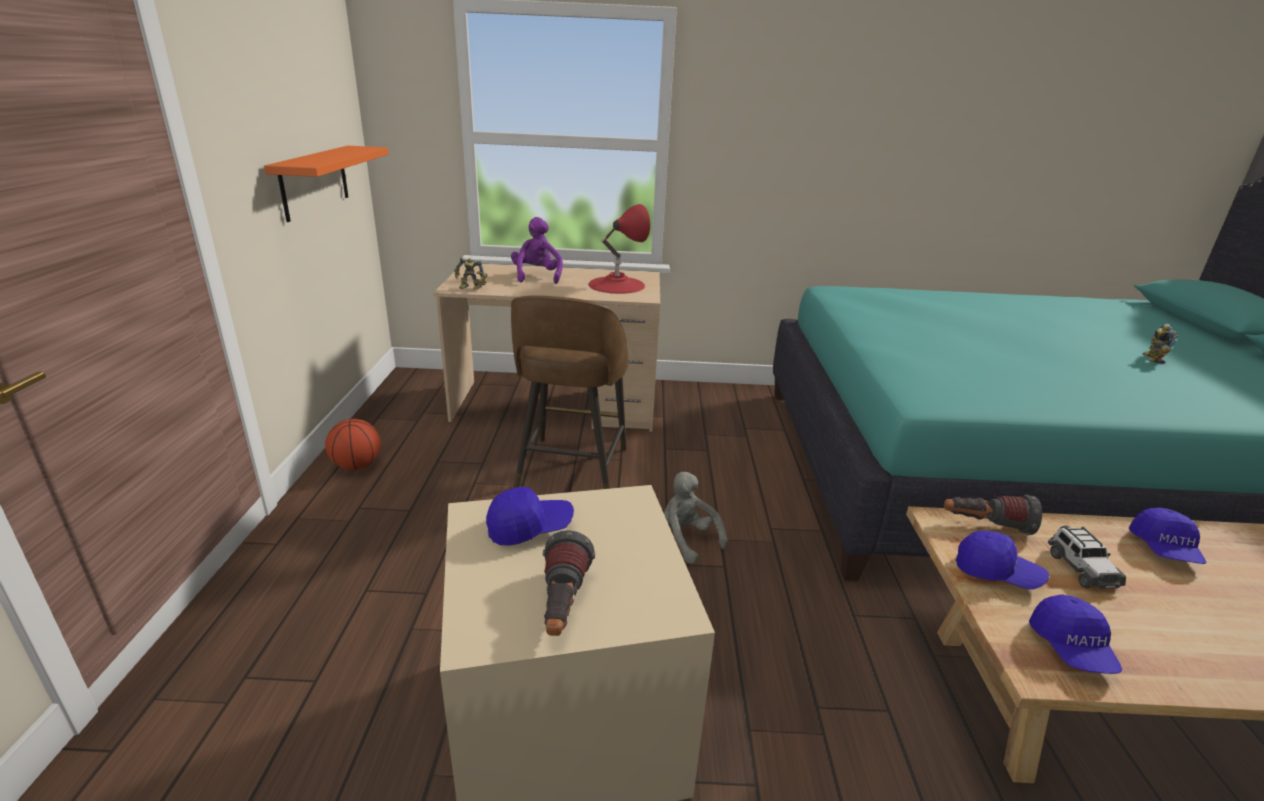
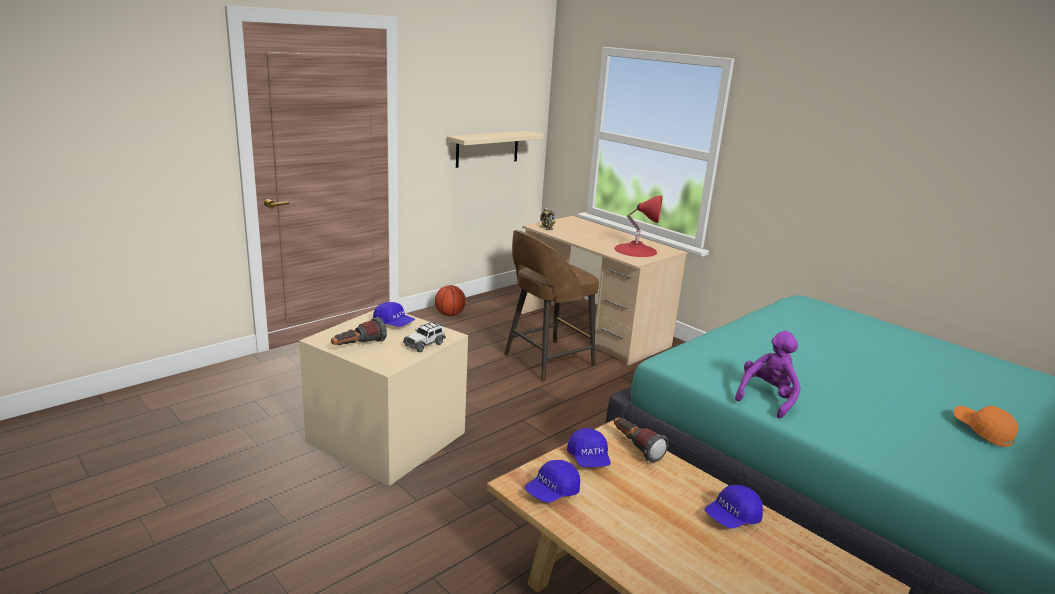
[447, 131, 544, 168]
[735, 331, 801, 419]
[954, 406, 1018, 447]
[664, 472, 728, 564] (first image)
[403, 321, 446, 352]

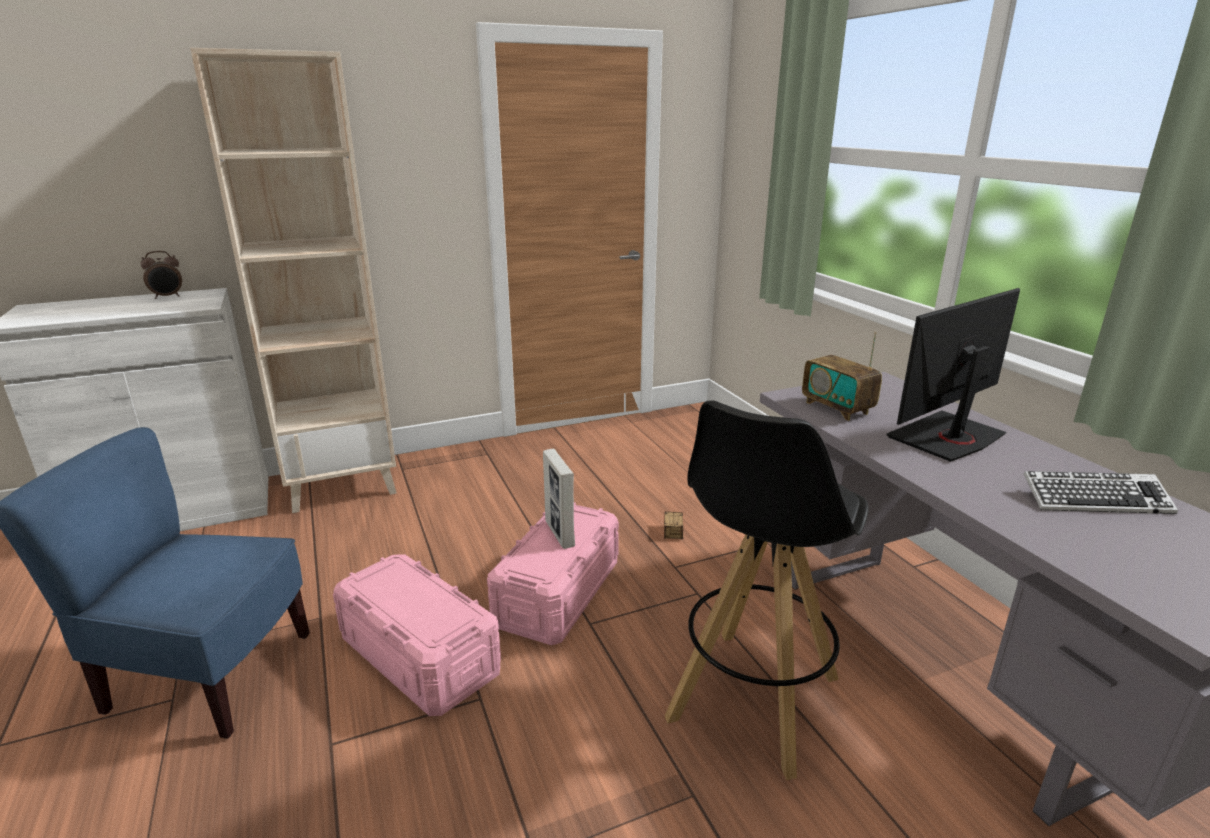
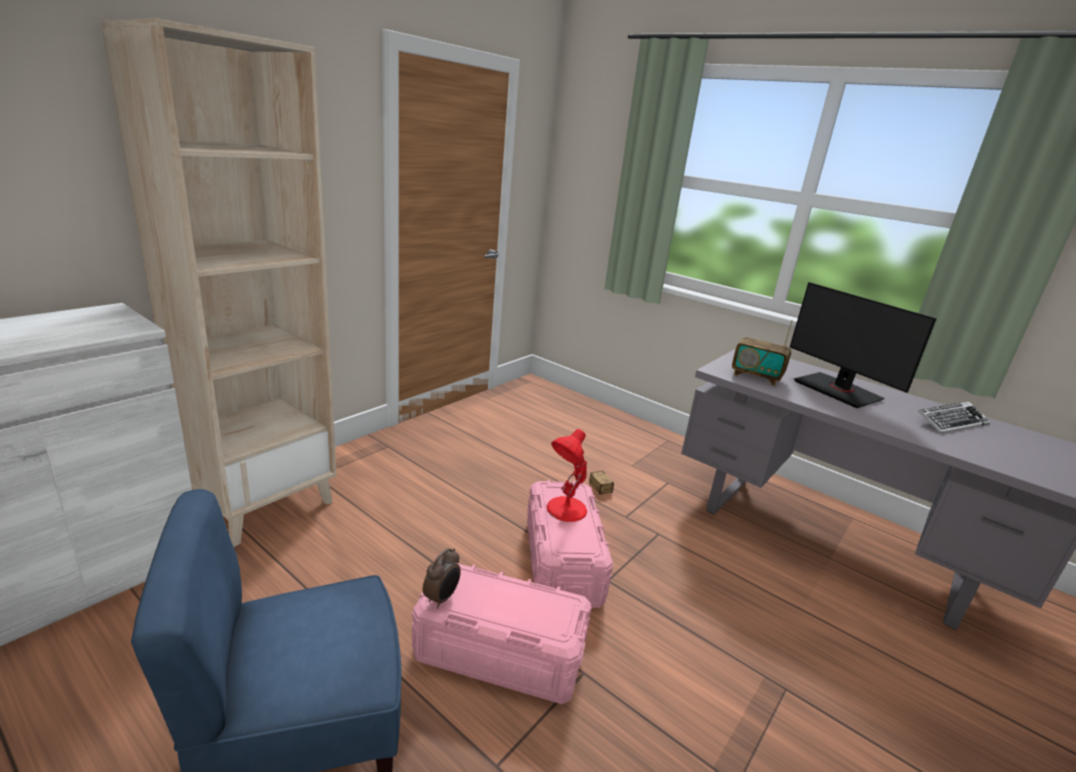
[423, 548, 461, 609]
[790, 282, 937, 408]
[665, 400, 869, 780] (first image)
[546, 429, 587, 522]

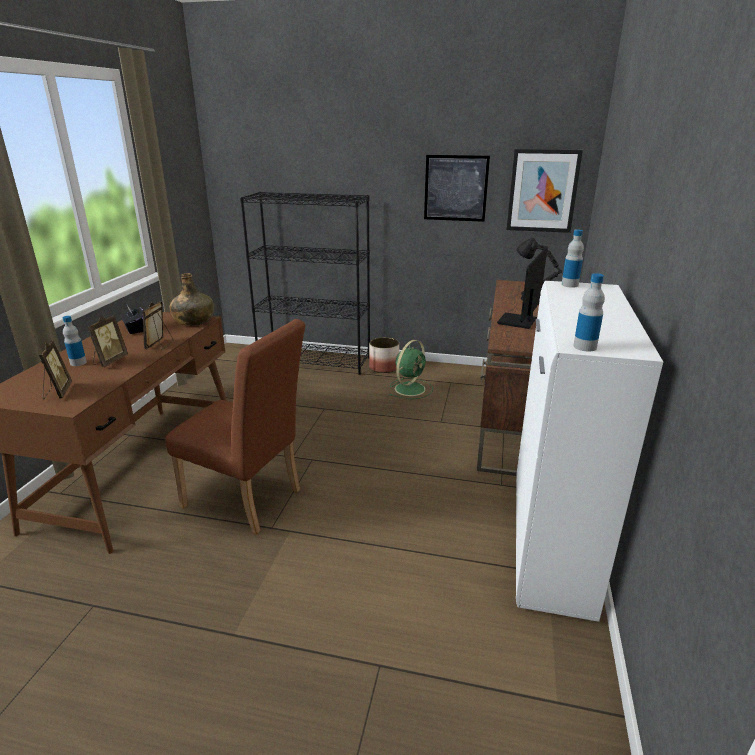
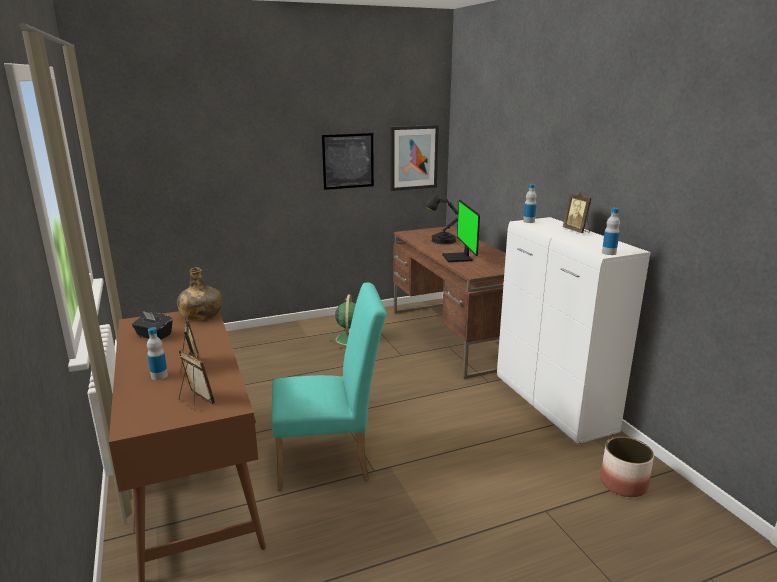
[240, 192, 370, 375] (first image)
[563, 192, 592, 233]
[271, 283, 387, 491]
[600, 437, 654, 497]

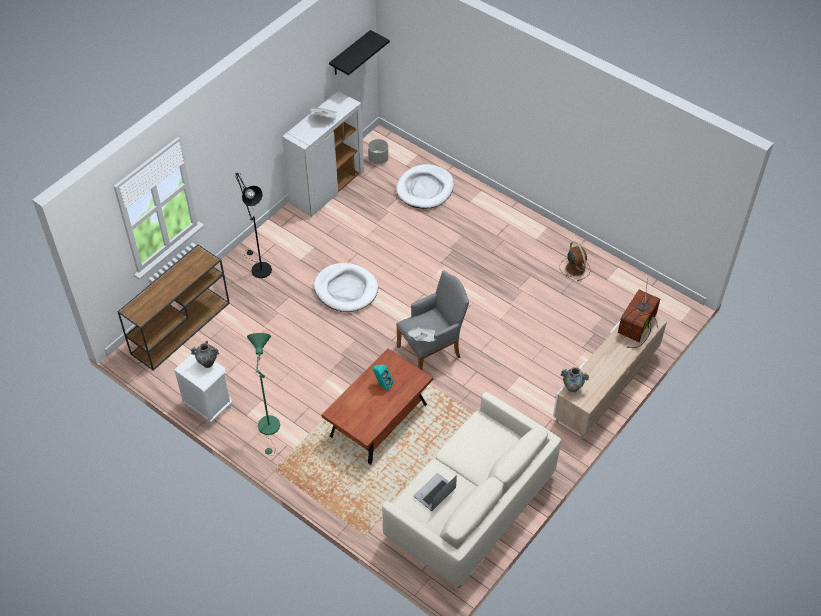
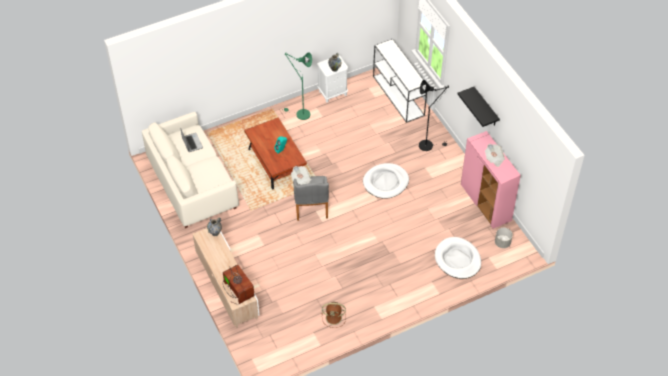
[457, 87, 500, 127]
[461, 131, 521, 229]
[373, 39, 427, 123]

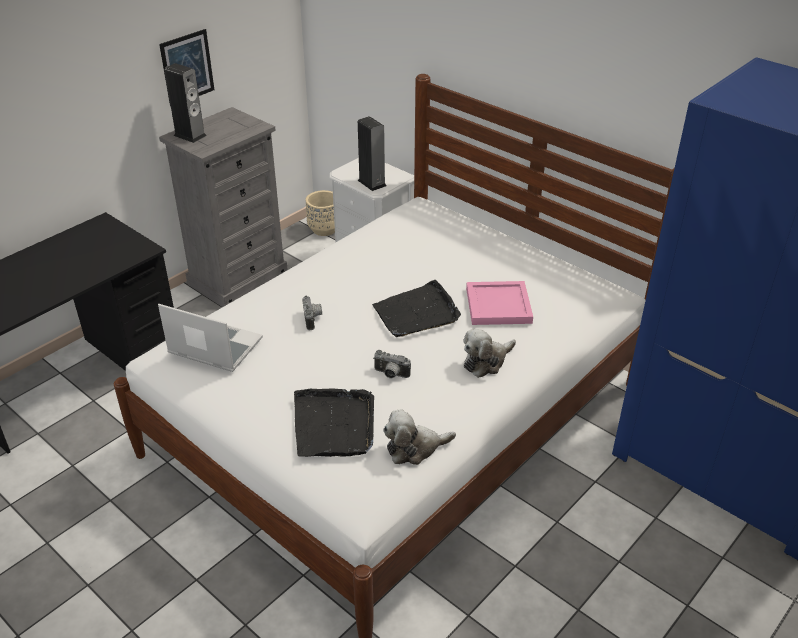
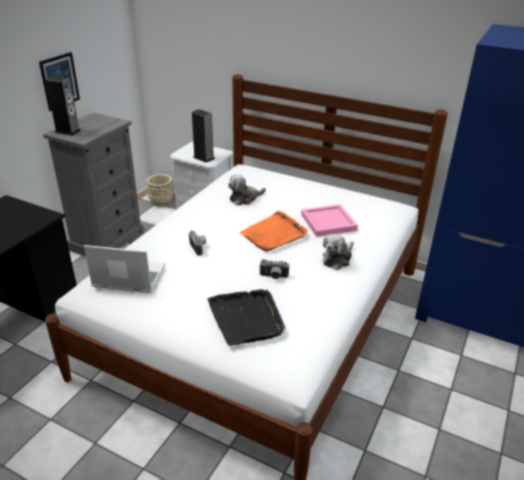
[239, 211, 307, 252]
[228, 174, 266, 205]

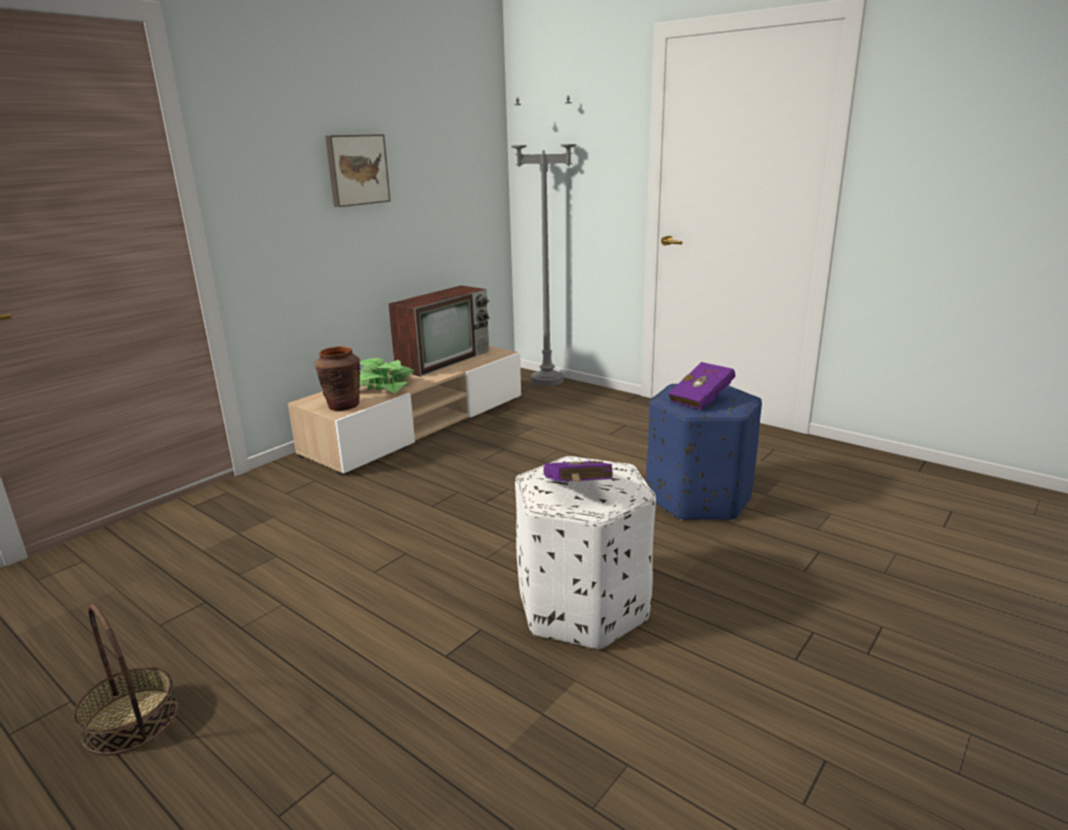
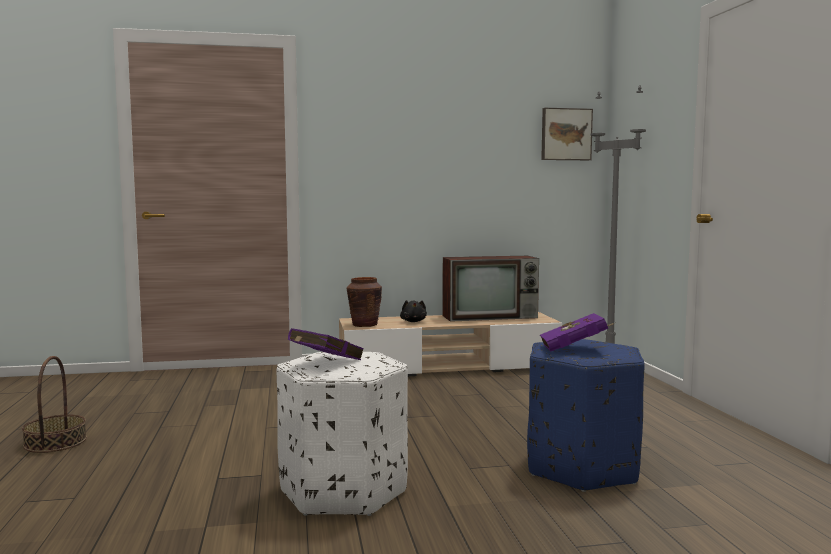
[541, 108, 593, 160]
[400, 300, 427, 322]

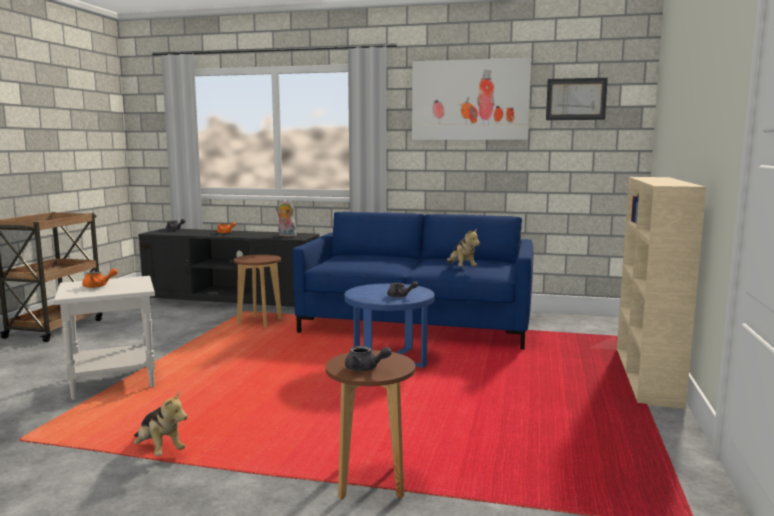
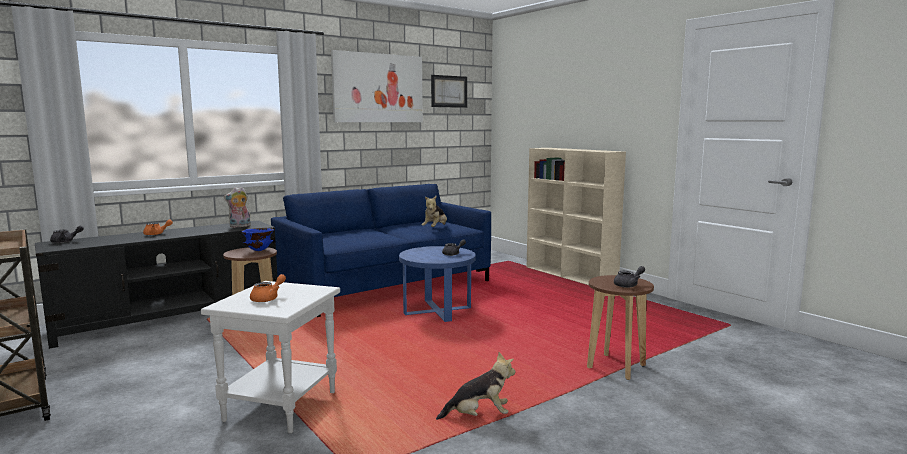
[421, 196, 447, 227]
[242, 228, 274, 251]

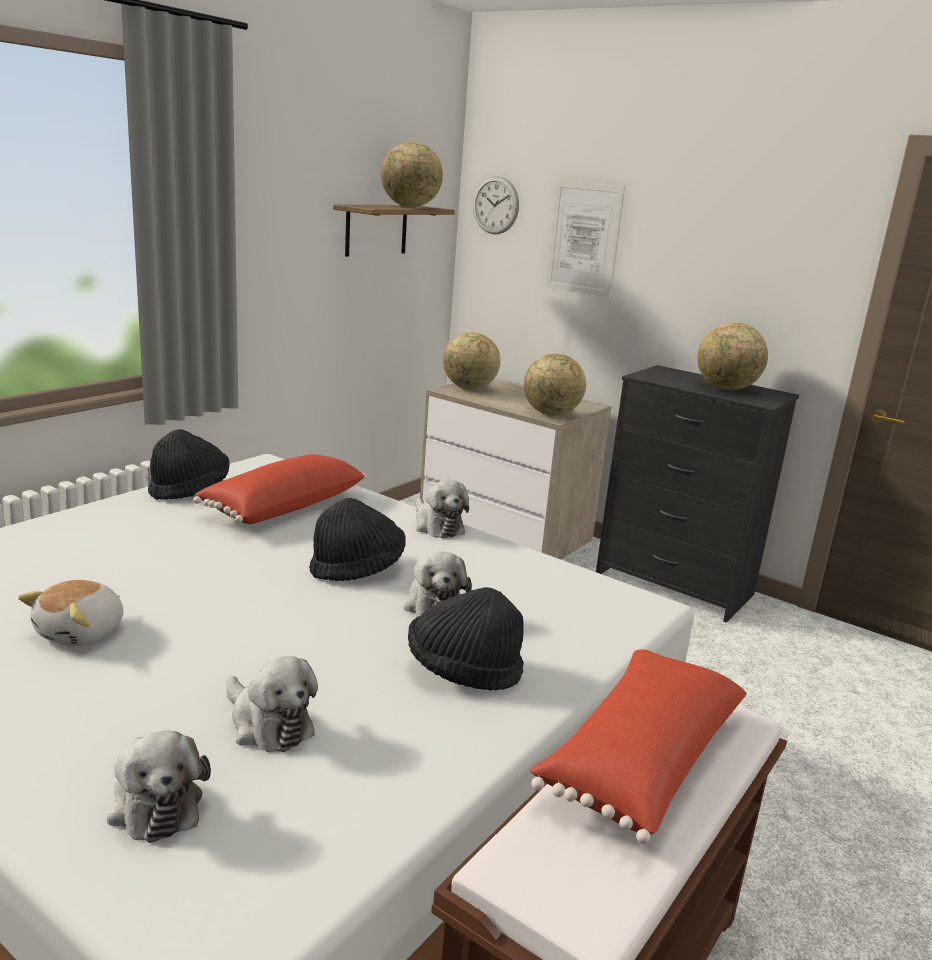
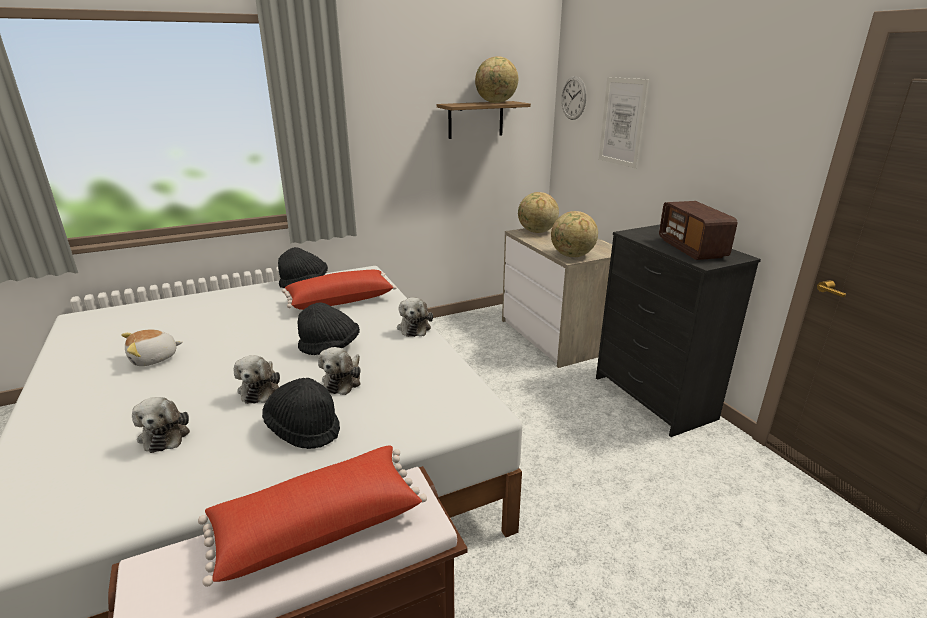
[659, 201, 737, 260]
[233, 355, 280, 404]

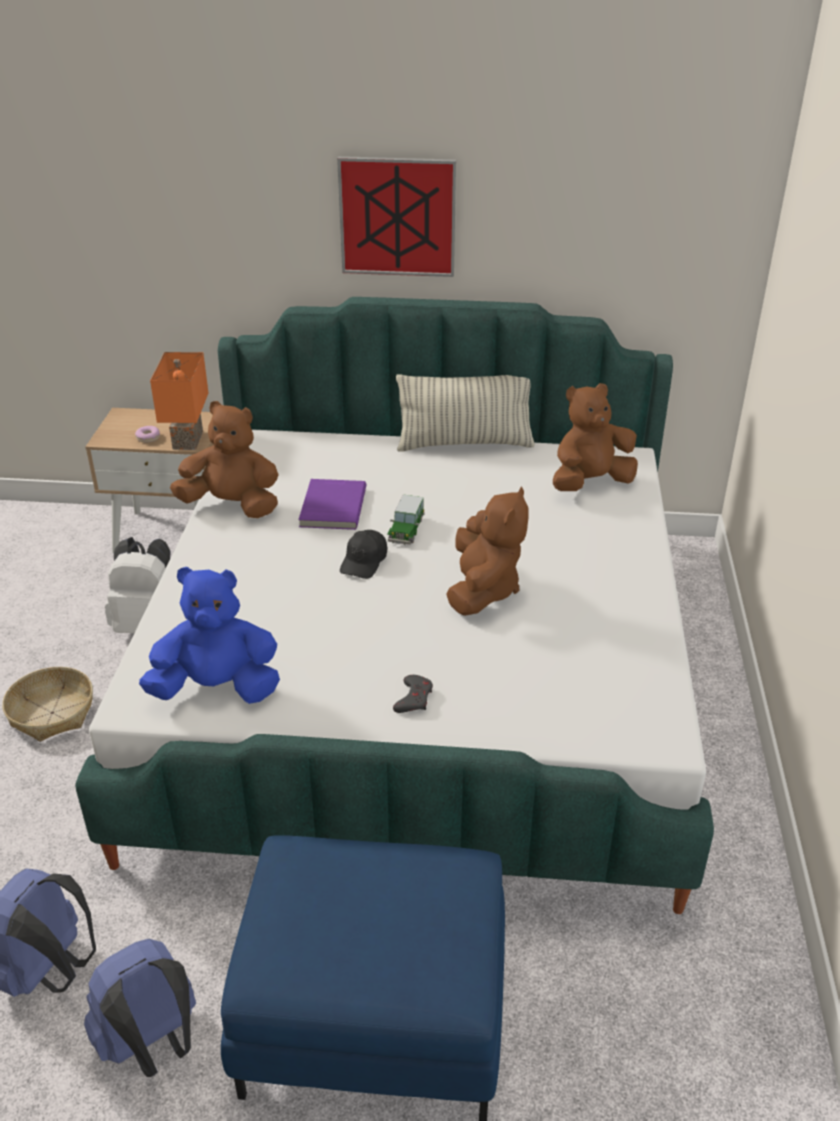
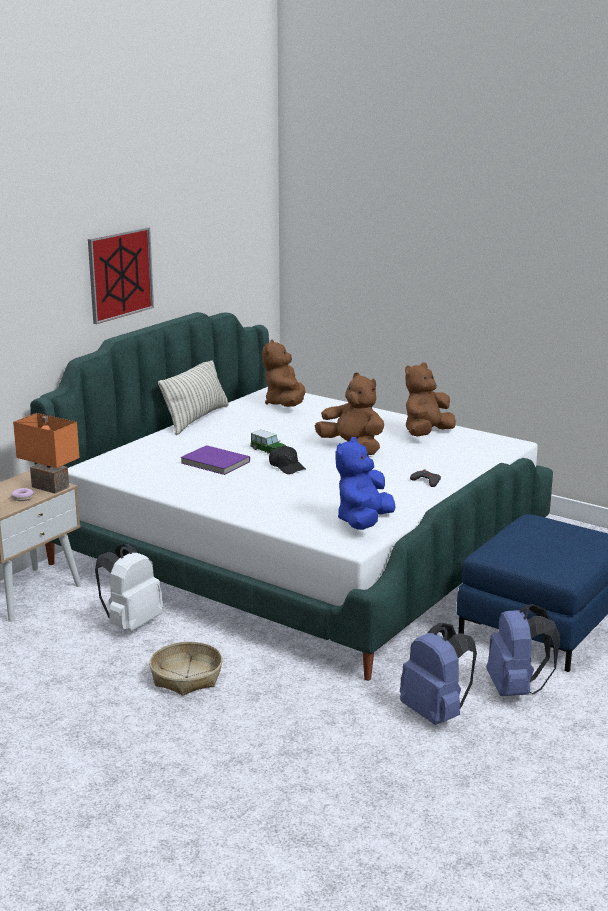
[405, 362, 456, 436]

